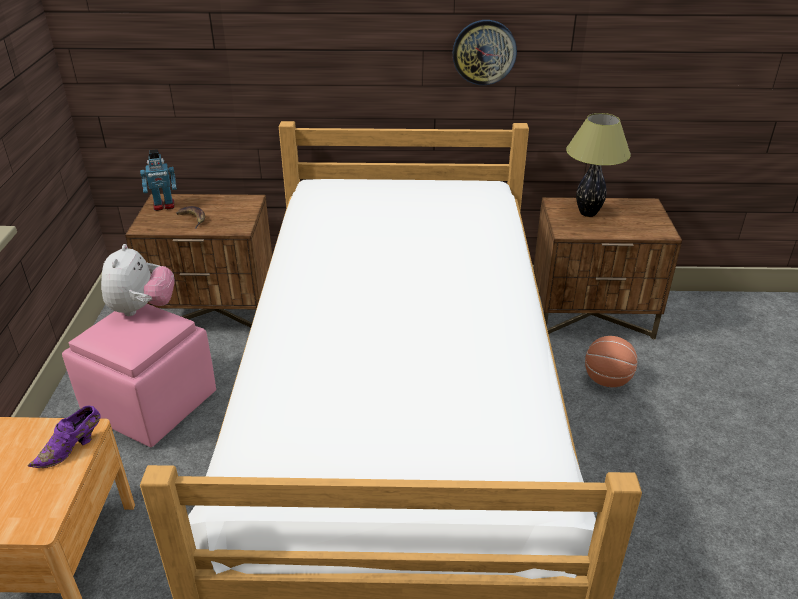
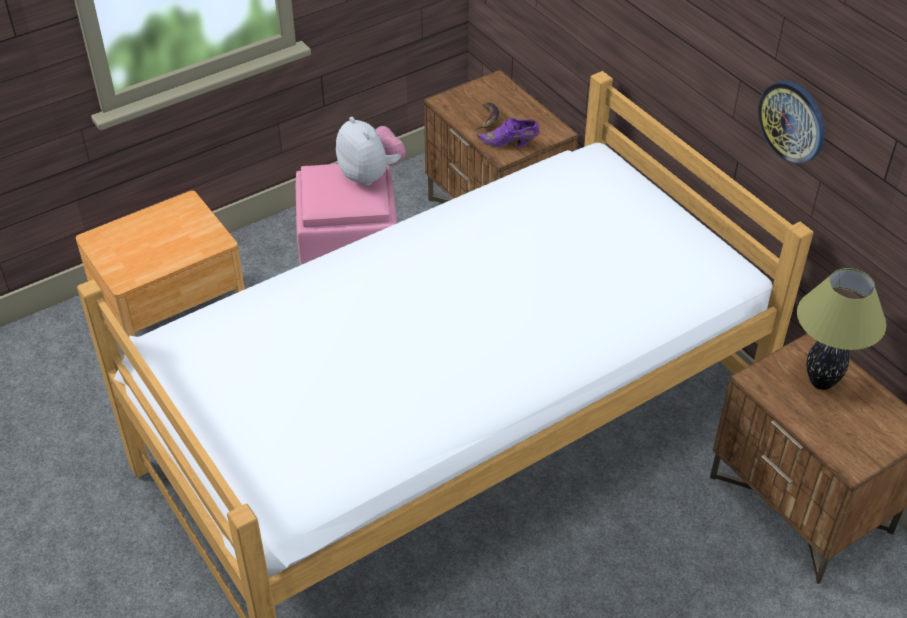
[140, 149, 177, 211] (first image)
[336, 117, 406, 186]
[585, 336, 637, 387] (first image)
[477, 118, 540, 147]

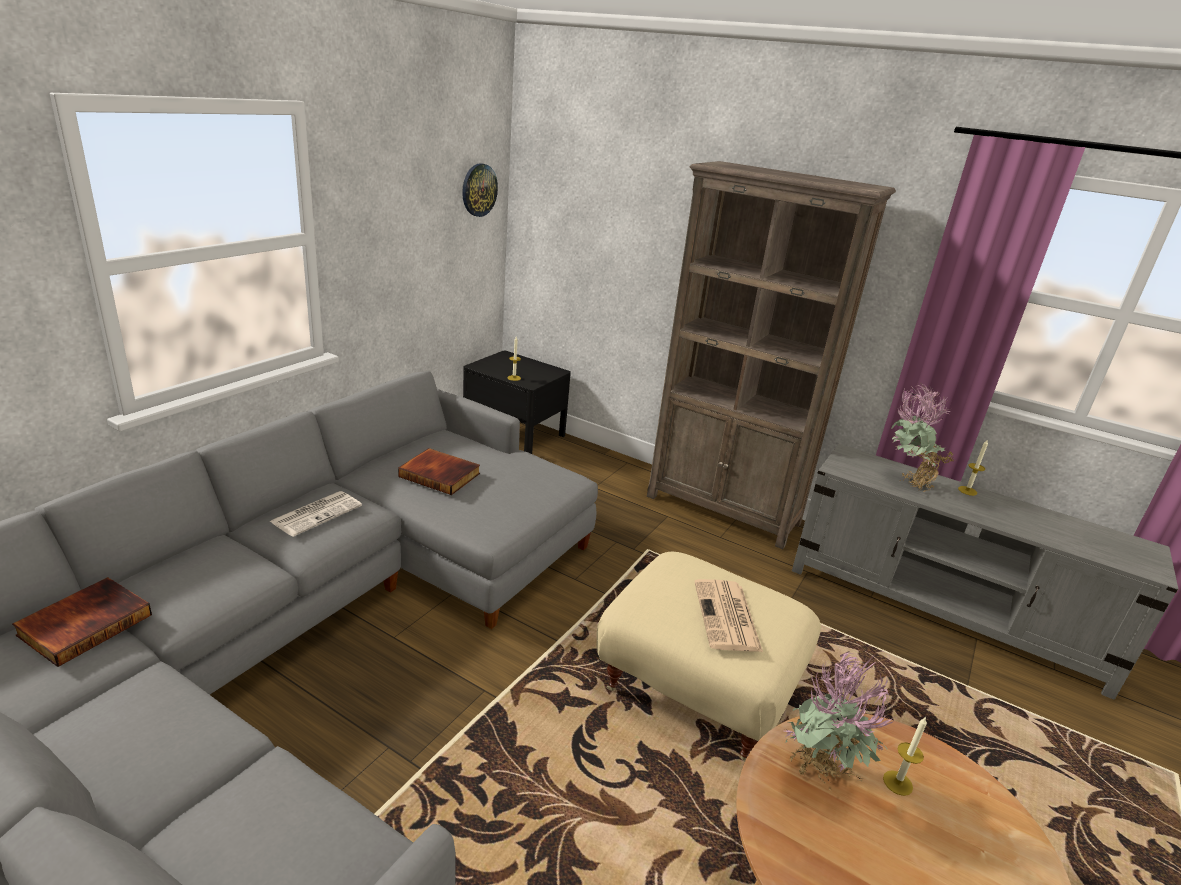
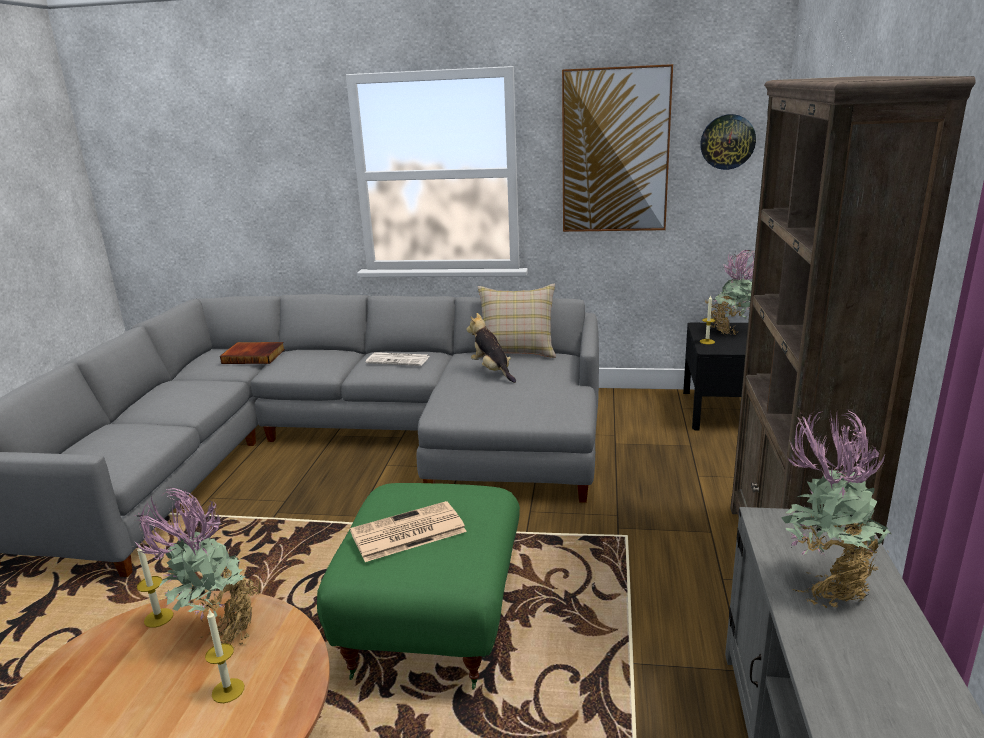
[137, 544, 173, 628]
[467, 313, 516, 383]
[317, 483, 520, 690]
[562, 64, 673, 232]
[705, 250, 755, 335]
[478, 284, 556, 358]

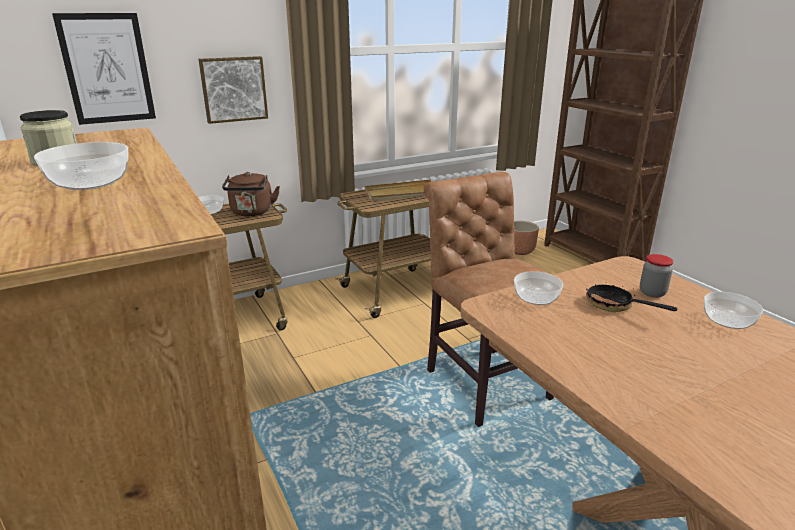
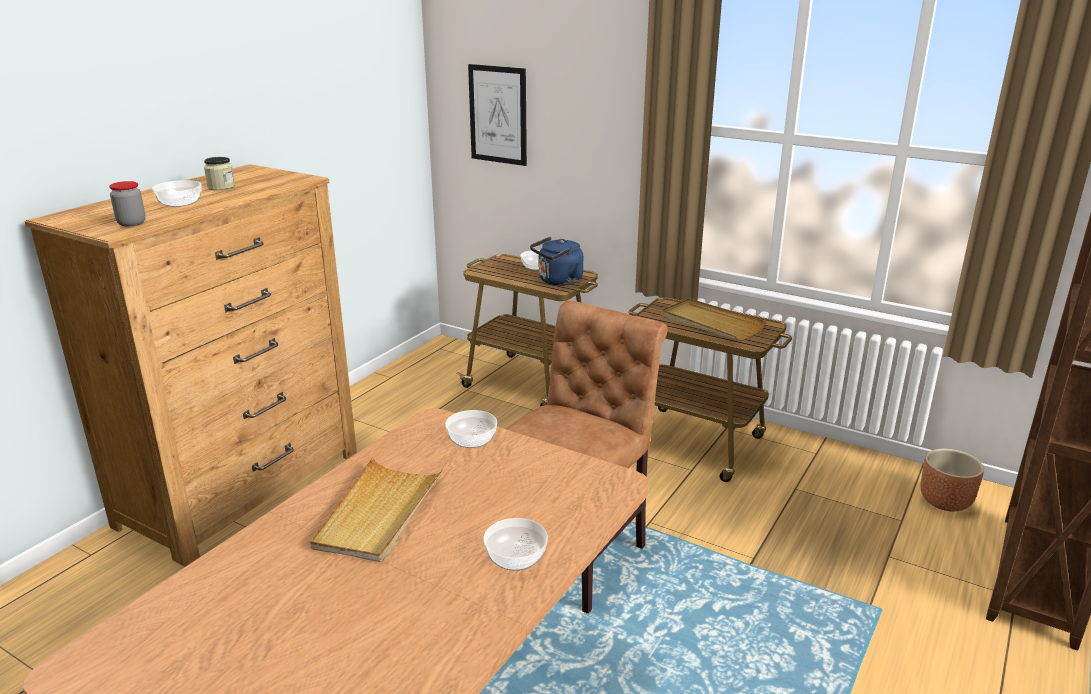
[199, 56, 268, 124] (first image)
[530, 237, 583, 286]
[109, 181, 146, 227]
[586, 284, 678, 312] (first image)
[310, 457, 444, 562]

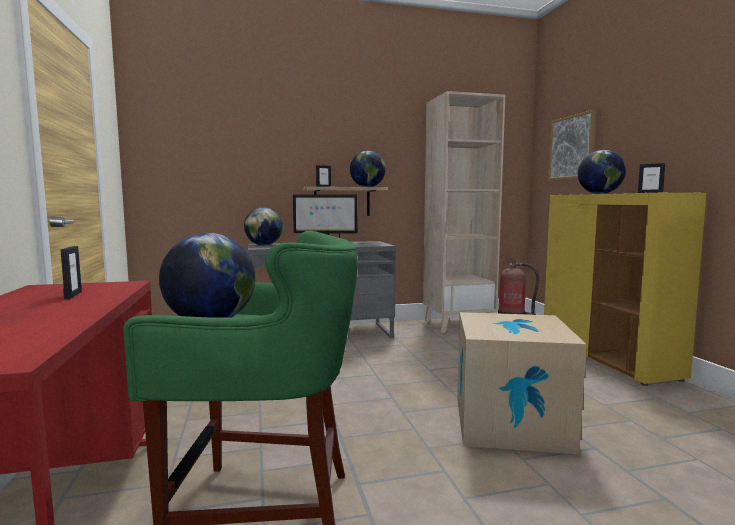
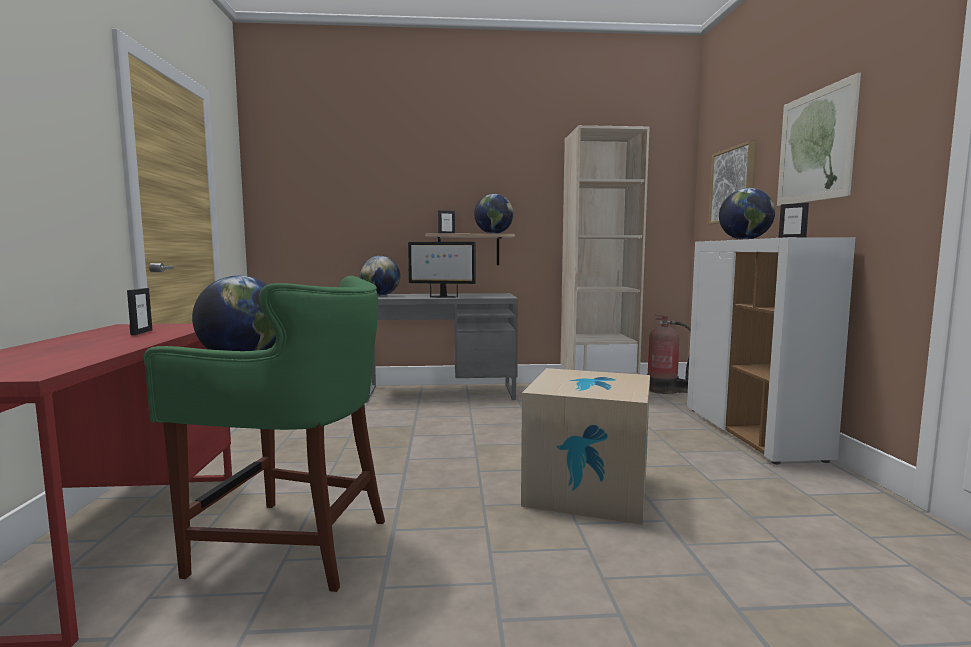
[687, 237, 855, 464]
[777, 72, 861, 206]

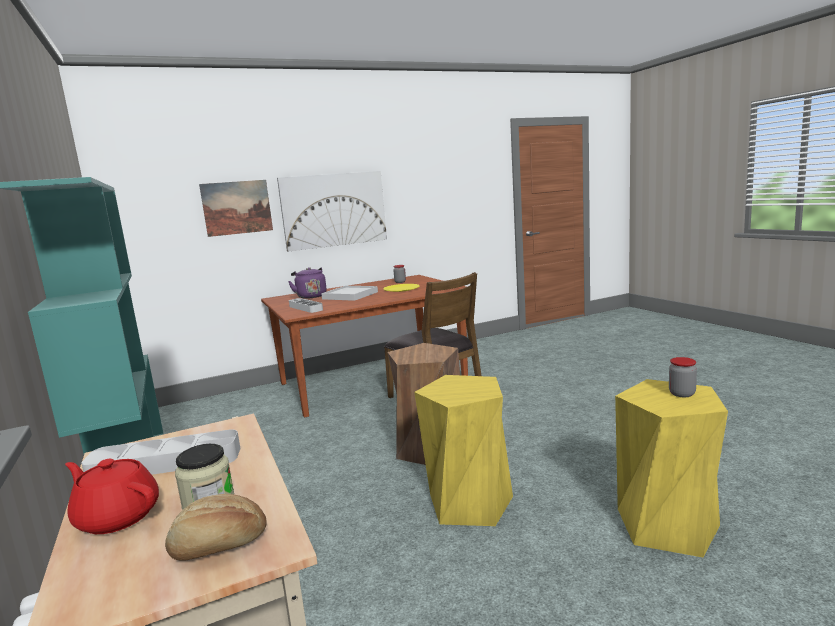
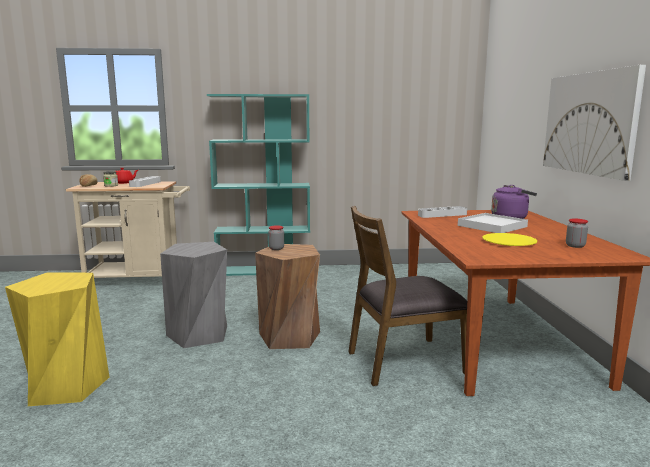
[199, 180, 273, 237] (first image)
[268, 225, 284, 250]
[160, 242, 227, 348]

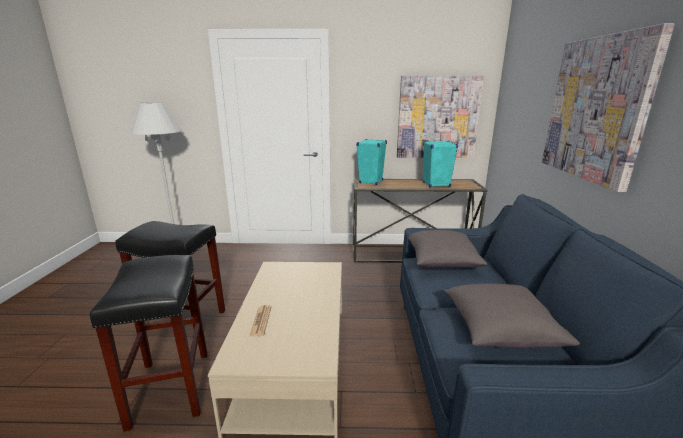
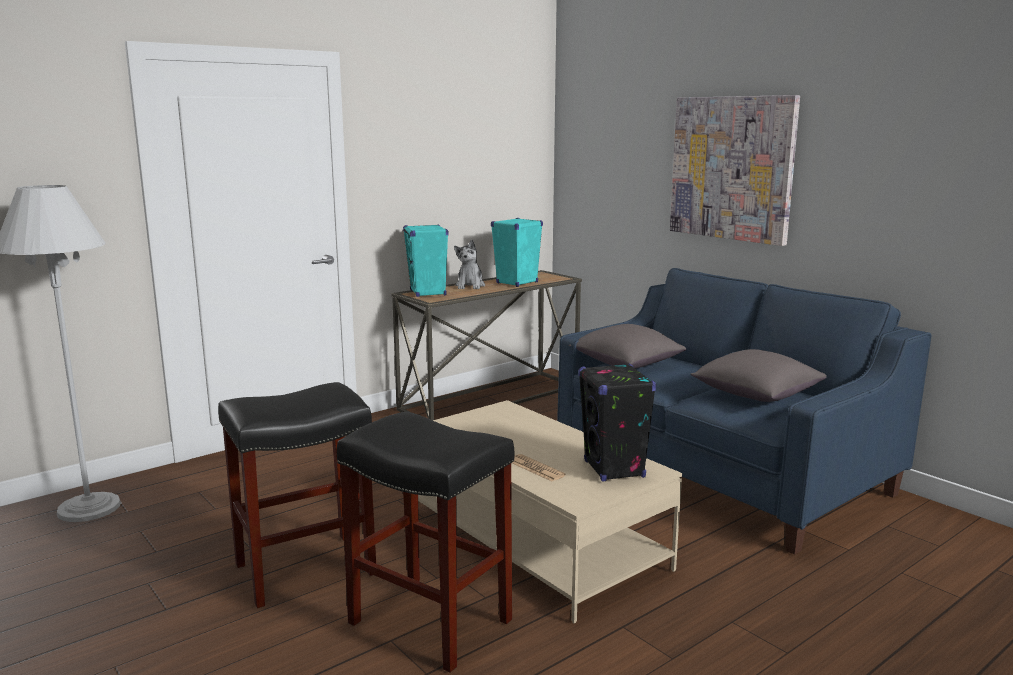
[397, 76, 484, 158] (first image)
[454, 240, 485, 289]
[578, 363, 656, 481]

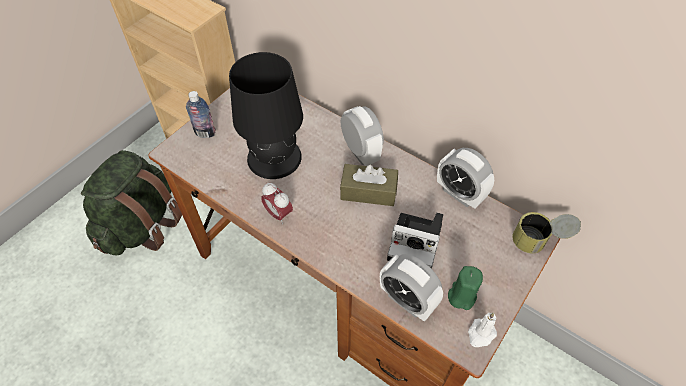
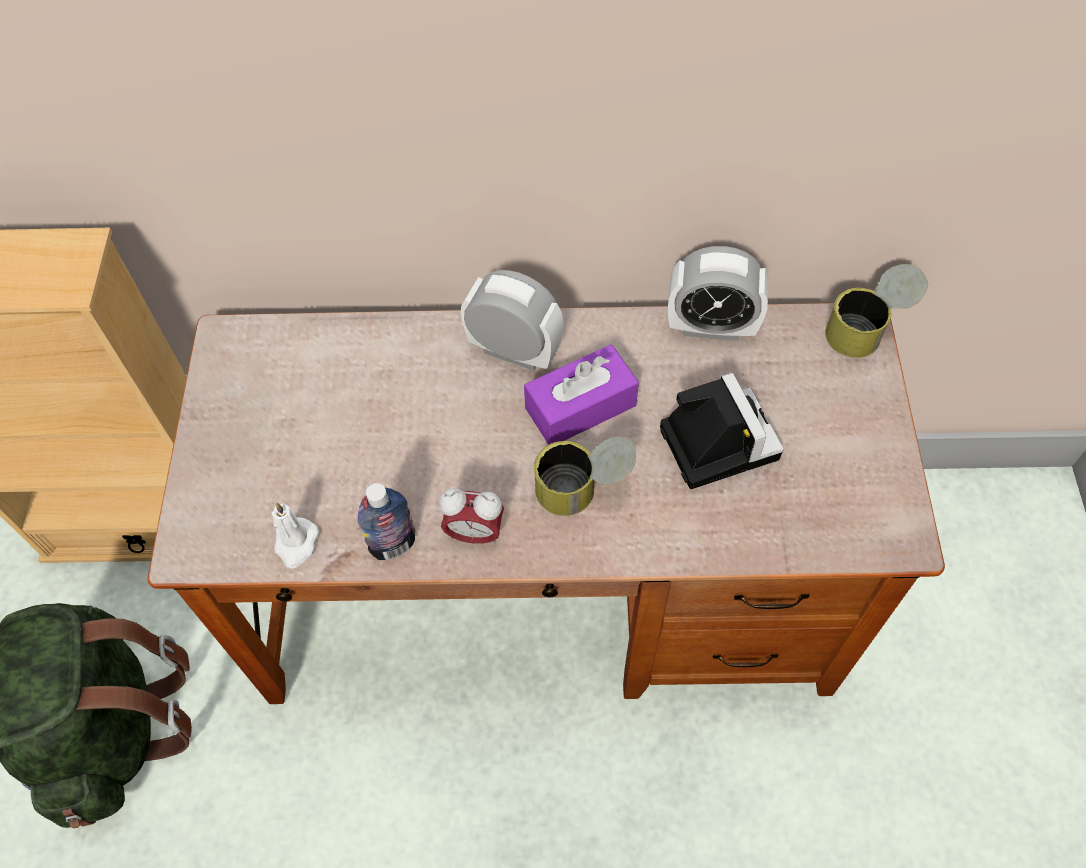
[229, 52, 303, 179] (first image)
[358, 483, 415, 560]
[524, 344, 639, 445]
[660, 373, 784, 489]
[380, 254, 443, 321] (first image)
[448, 266, 483, 310] (first image)
[272, 503, 319, 569]
[534, 436, 636, 516]

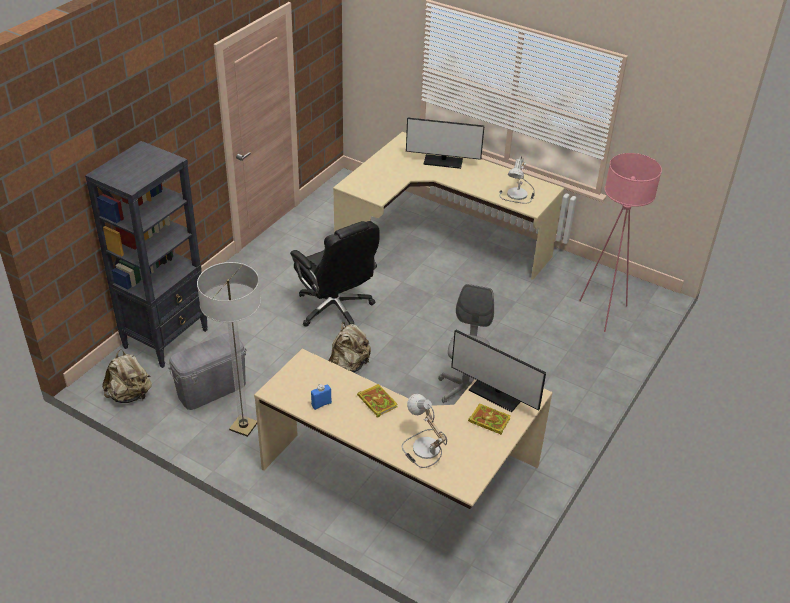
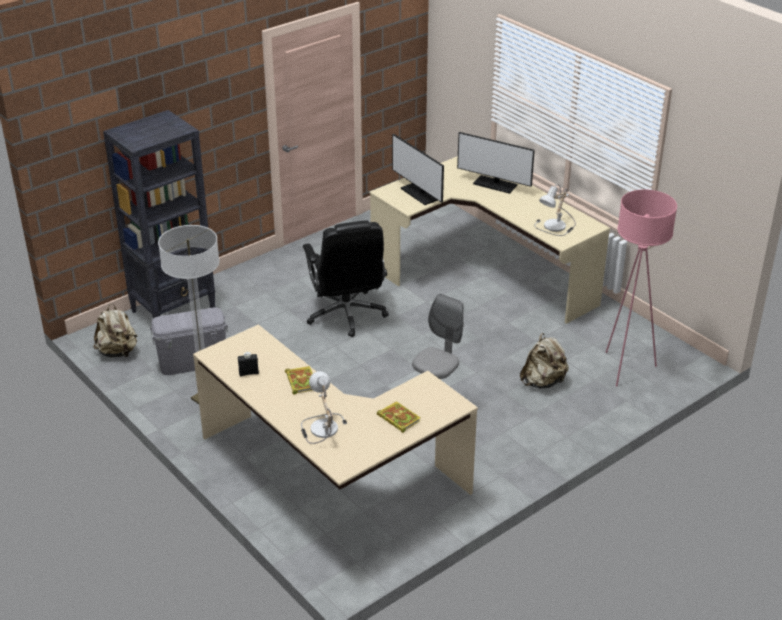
[520, 333, 569, 389]
[392, 134, 444, 205]
[238, 352, 259, 376]

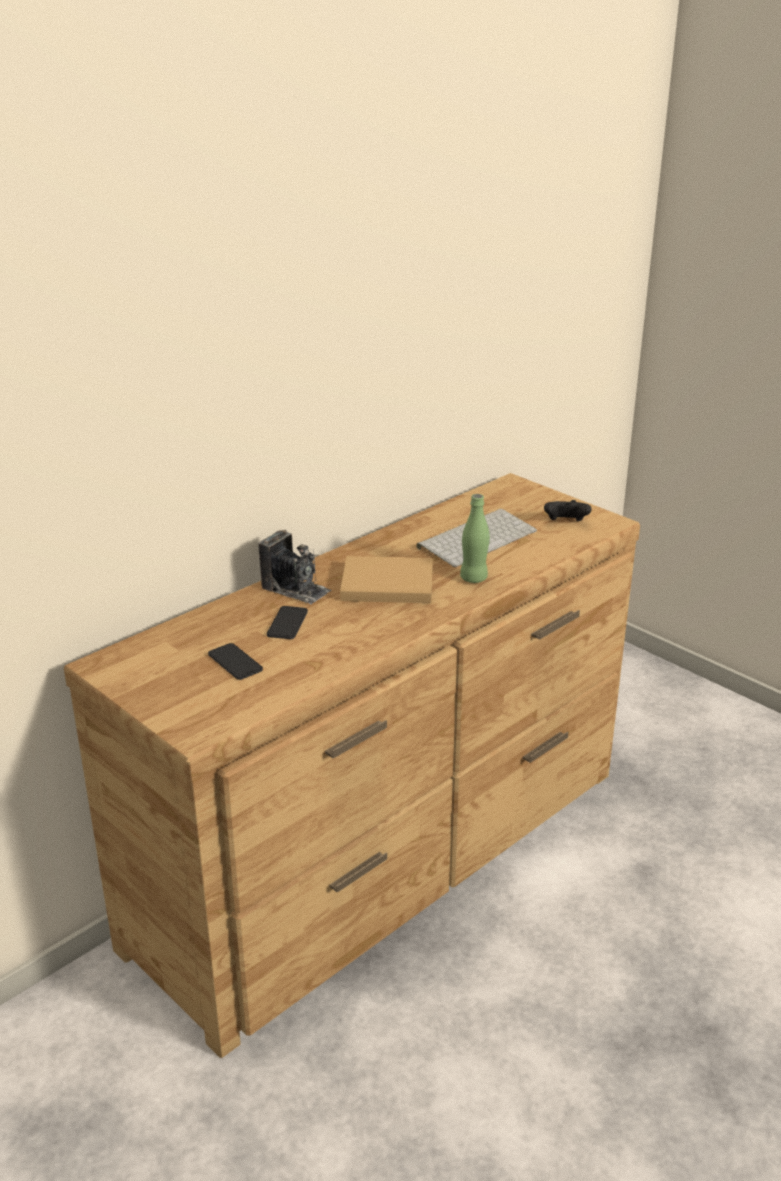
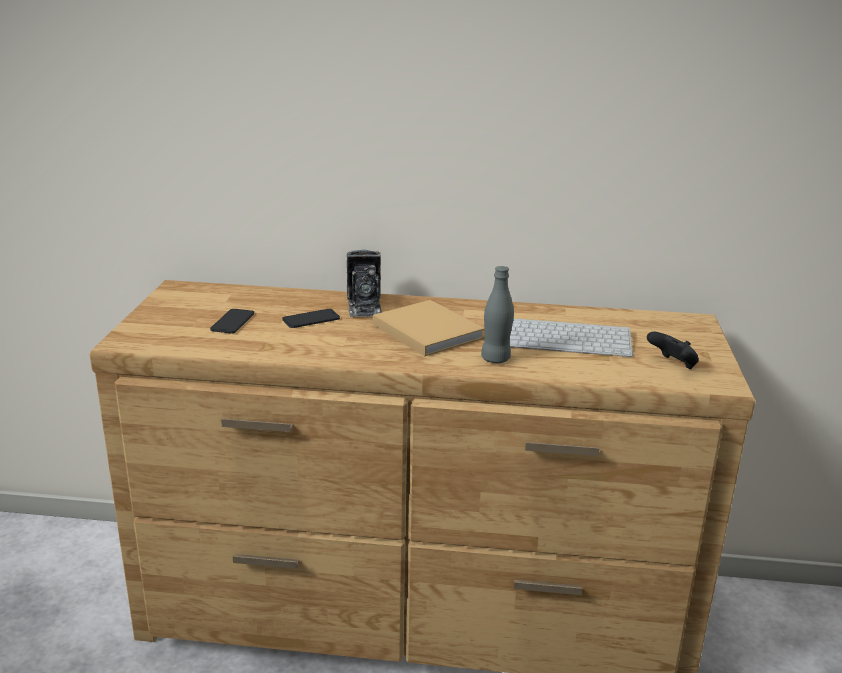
[481, 266, 514, 363]

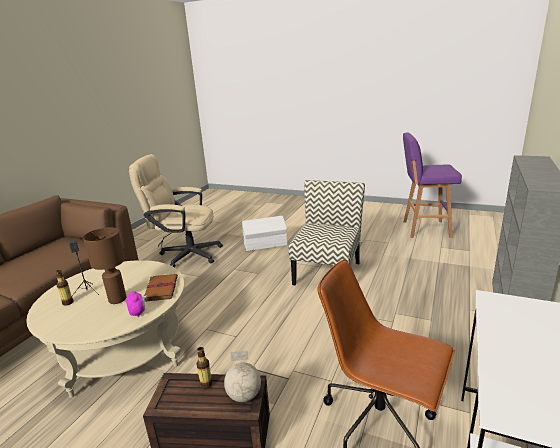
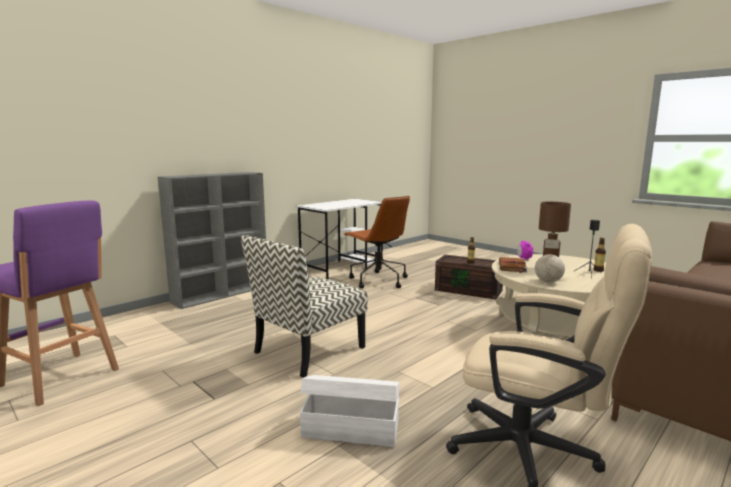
[535, 239, 565, 283]

